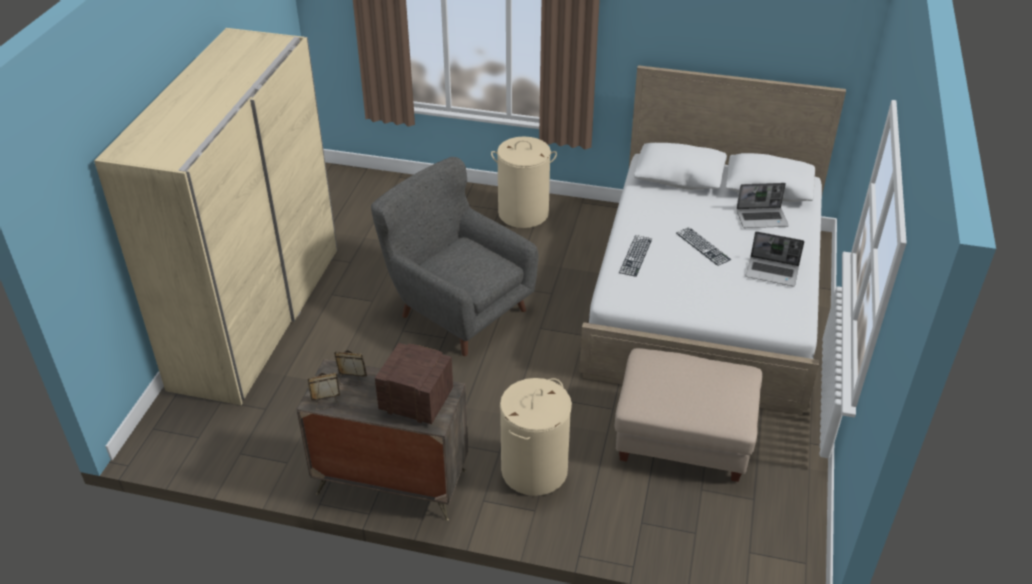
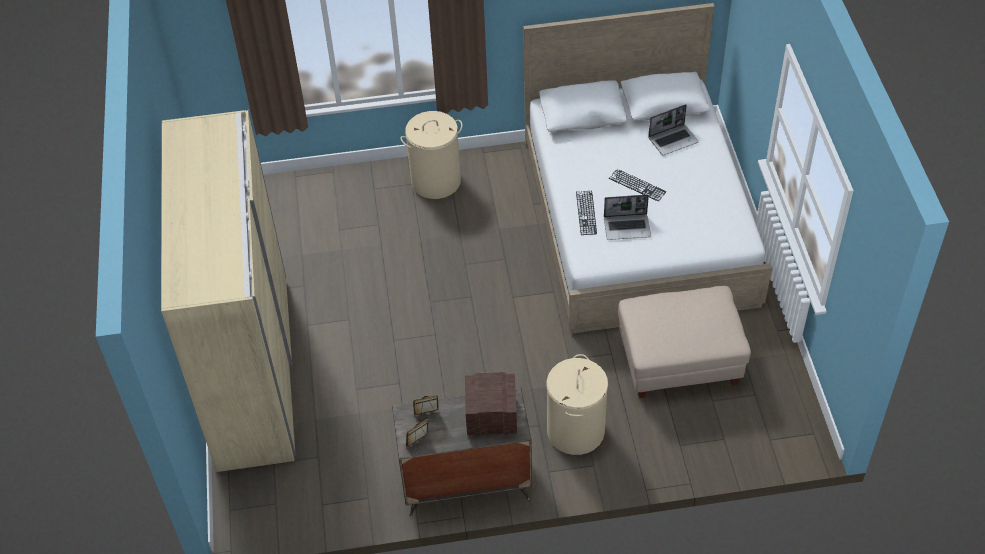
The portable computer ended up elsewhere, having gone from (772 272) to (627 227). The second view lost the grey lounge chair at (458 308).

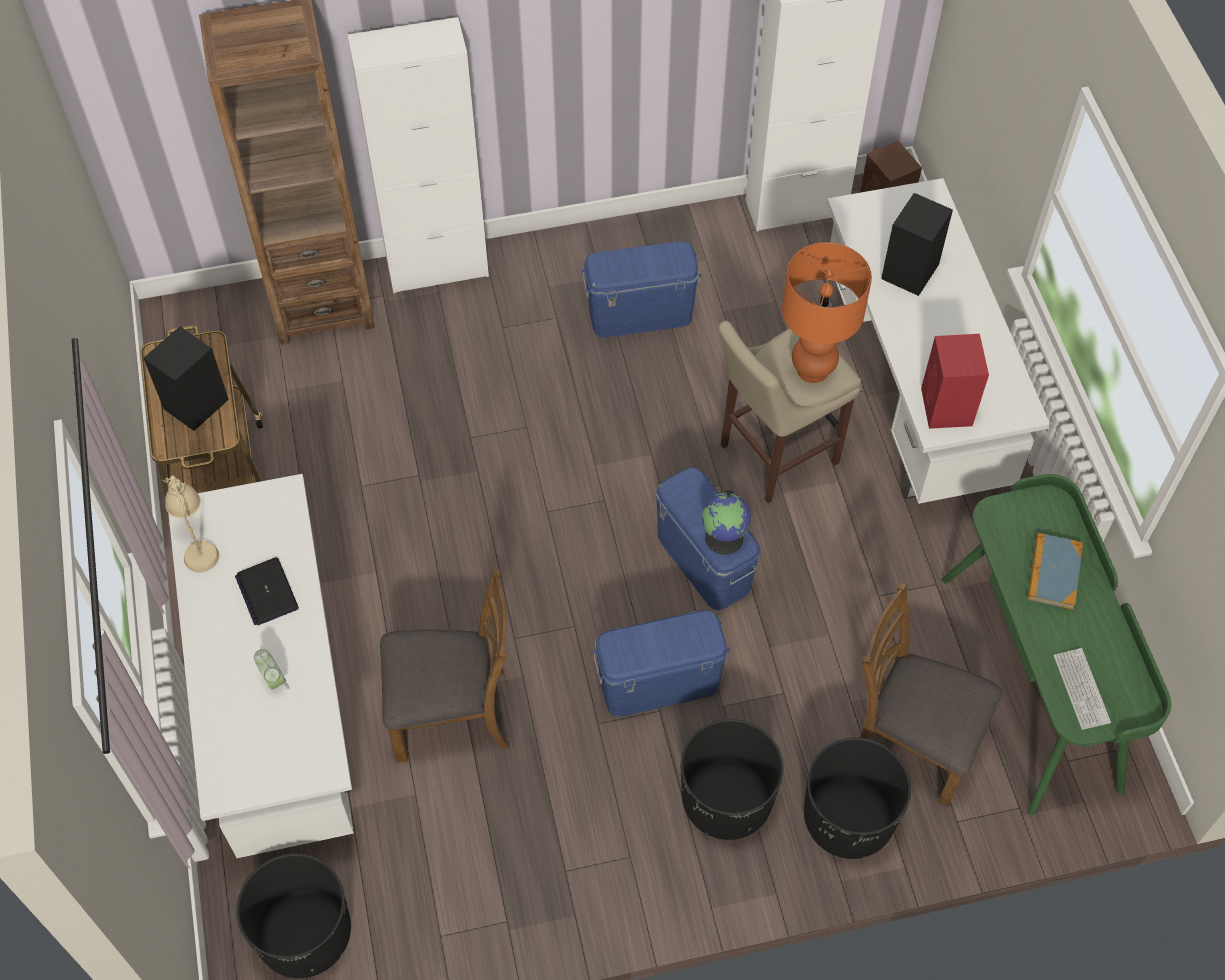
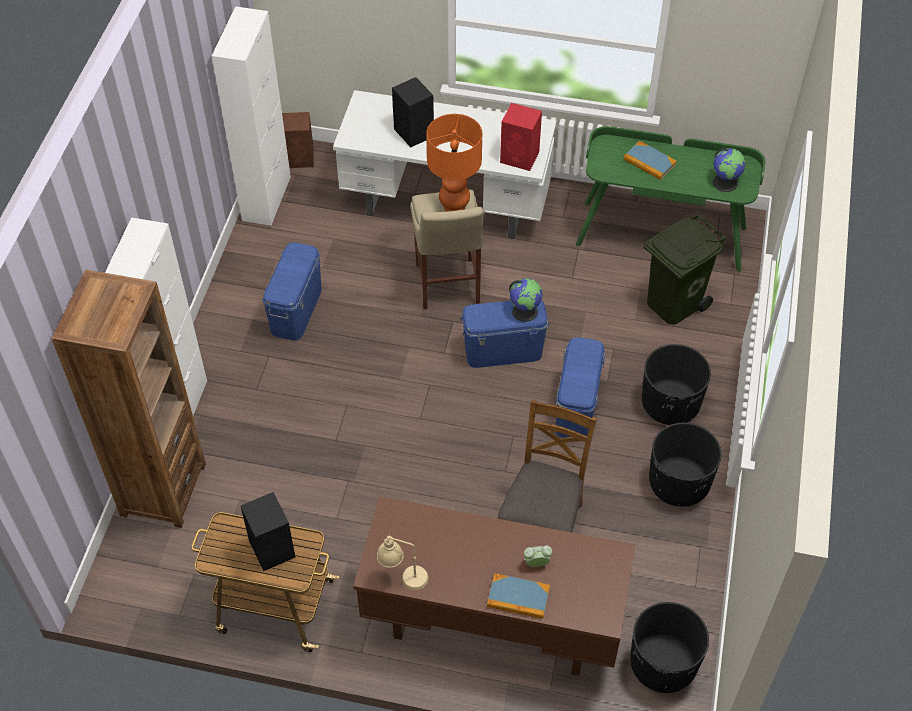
What was the whitish desk at (282 711) turned into the brown-coloured desk at (491 625). The second view gained the volume at (518 597). Where the brown-coloured upright chair stood at (911 741), the greenish trash can came to stand at (673 303). The blackish plant pot ended up elsewhere, having gone from (848 819) to (678 483). Where the keyboard stood at (1081 689), the desk globe came to stand at (725 182). The second view lost the portable computer at (267 592).

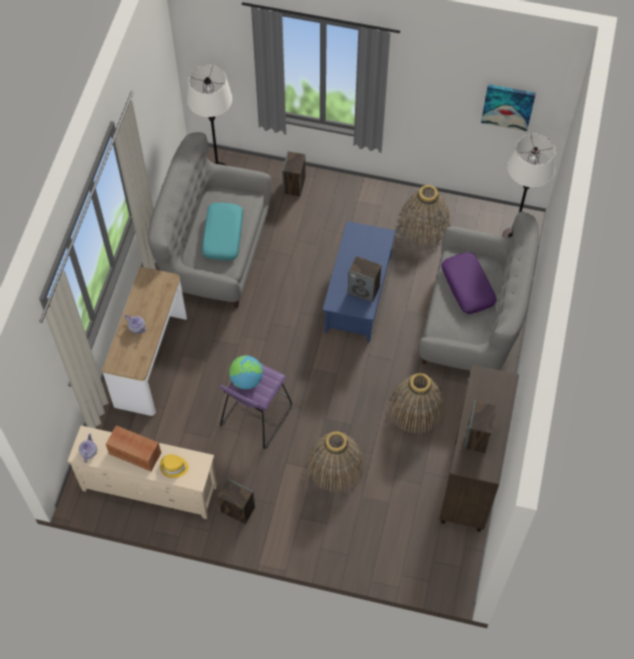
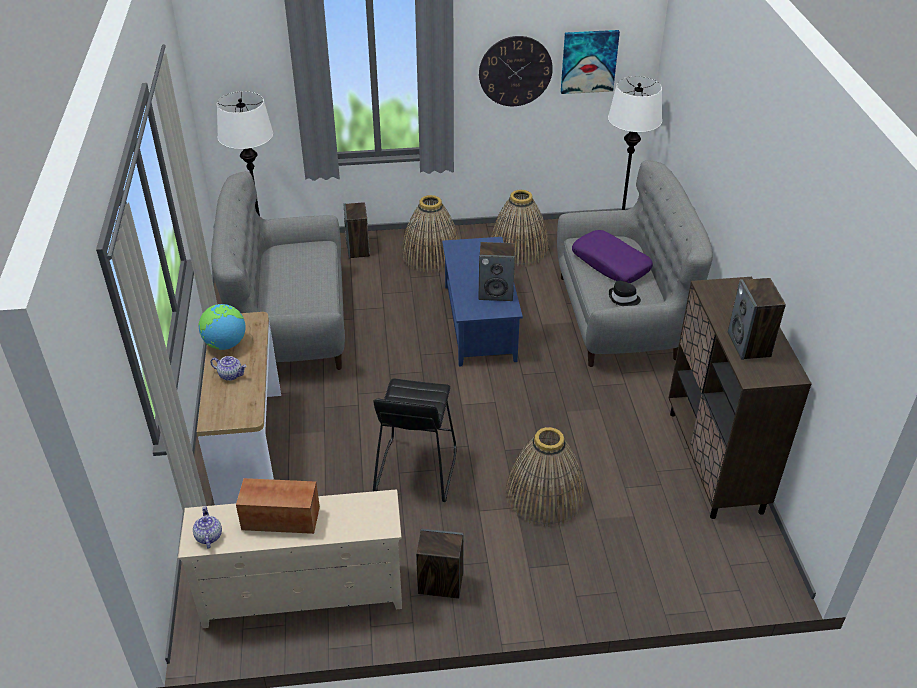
The desk globe ended up elsewhere, having gone from (246 380) to (225 344). What was the purplish sitting stool at (256 416) turned into the blackish sitting stool at (415 470). The basket ended up elsewhere, having gone from (416 408) to (431 255). The second view gained the hanging clock at (515 71). The second view gained the blackish wearable hat at (623 298). The second view lost the yellow-coloured wearable hat at (174 467). The second view lost the blue-green cushion at (222 235).

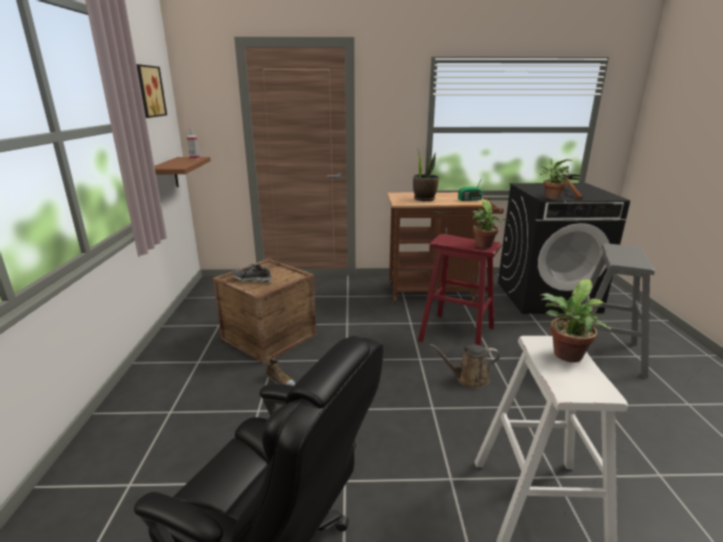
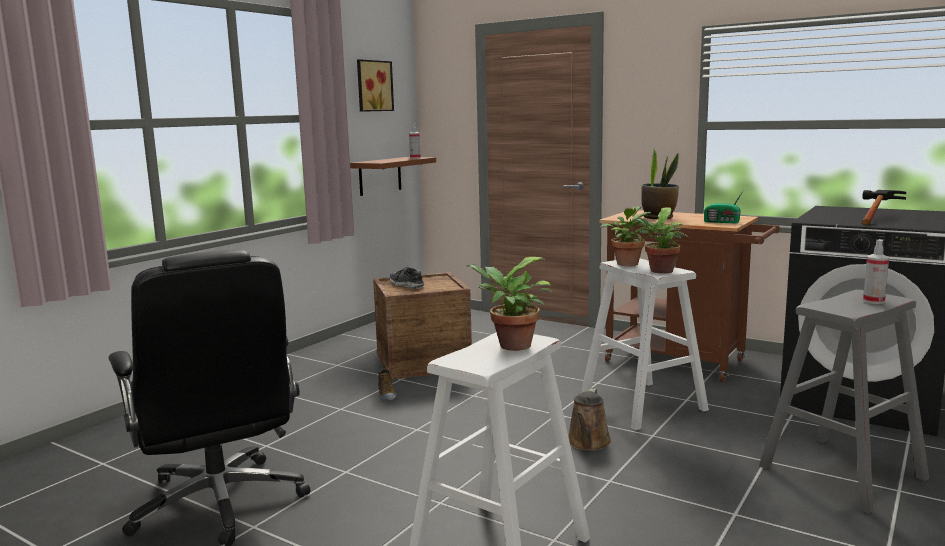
The brown-coloured sprinkling can at (468 378) ended up facing another way, 105 degrees counterclockwise from before. What was the red-coloured sitting stool at (457 334) turned into the whitish sitting stool at (642 404). The plant in a pot ended up elsewhere, having gone from (550 197) to (627 263). The second view gained the spray bottle at (873 301).

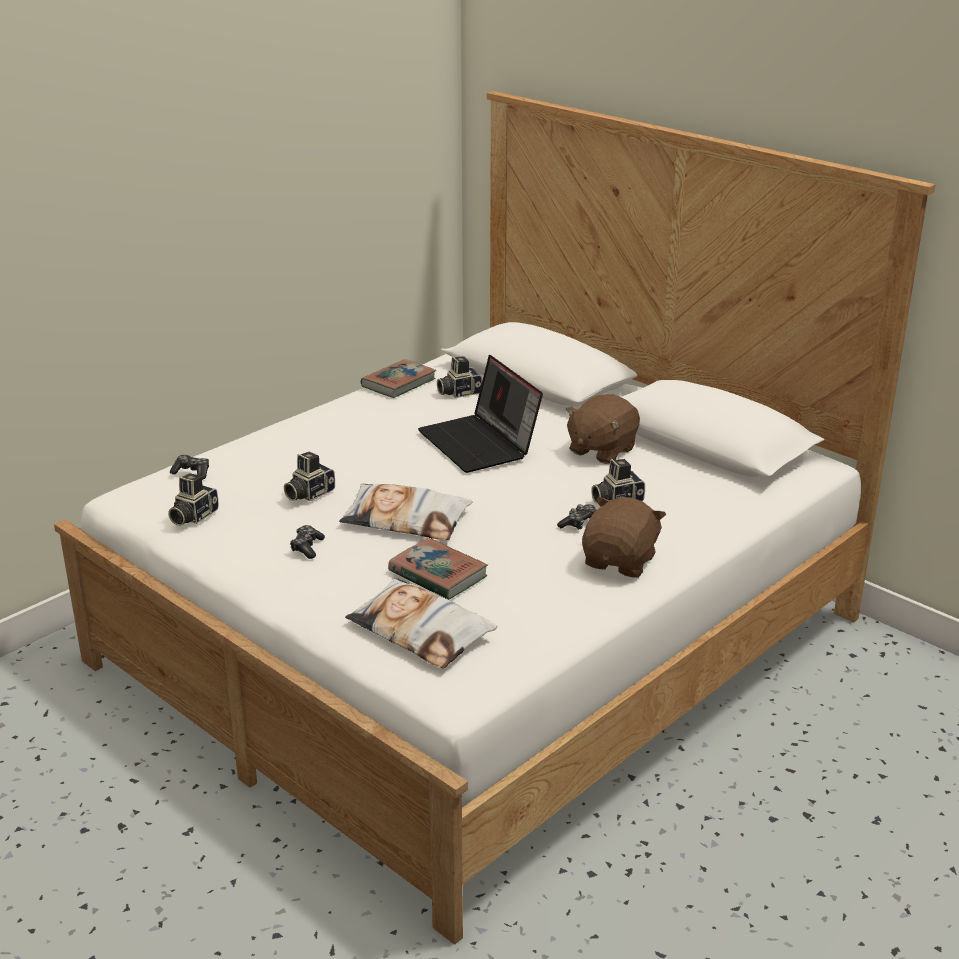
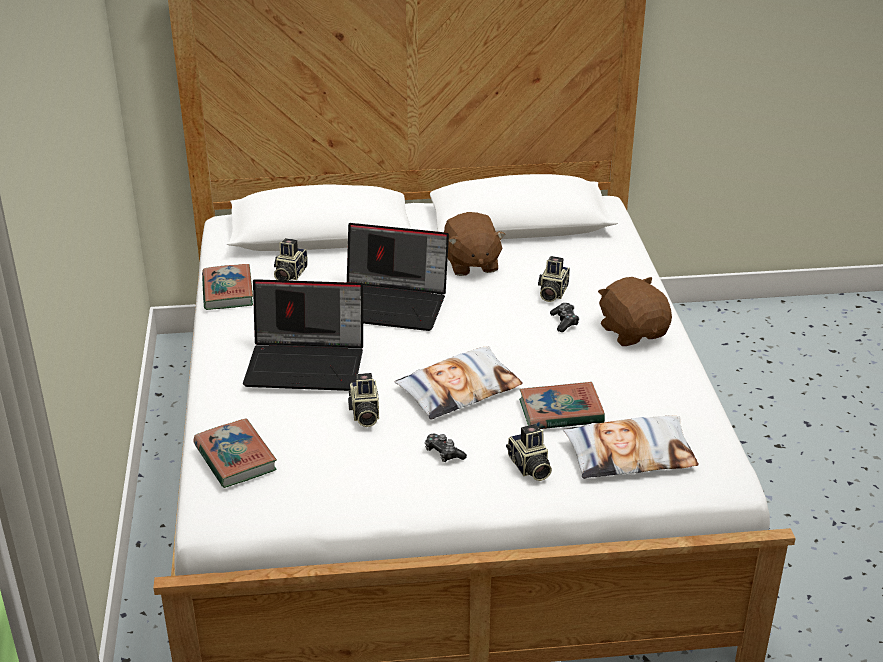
Where the game controller stood at (192 472), the volume came to stand at (235 458). The second view gained the portable computer at (307 363). The photo camera ended up elsewhere, having gone from (192 516) to (529 467).

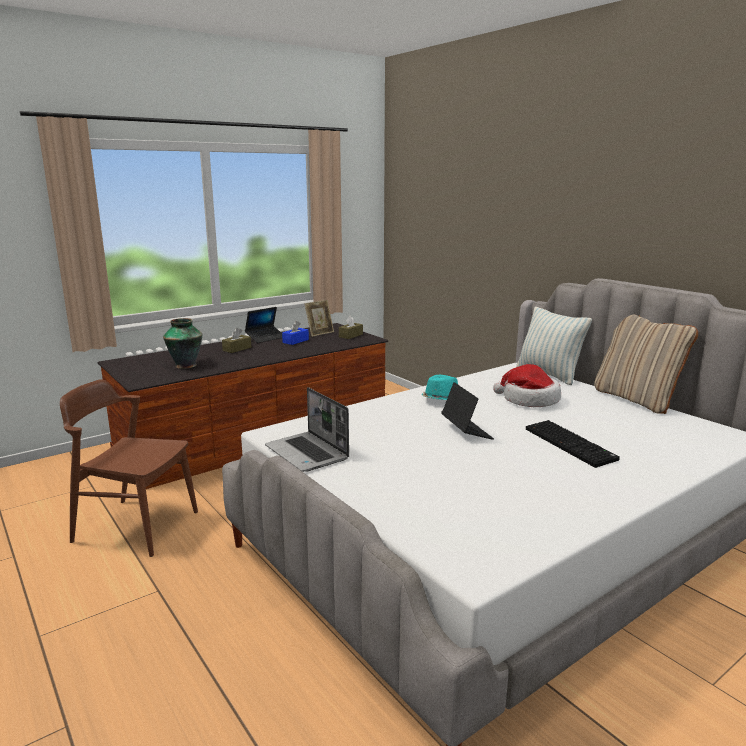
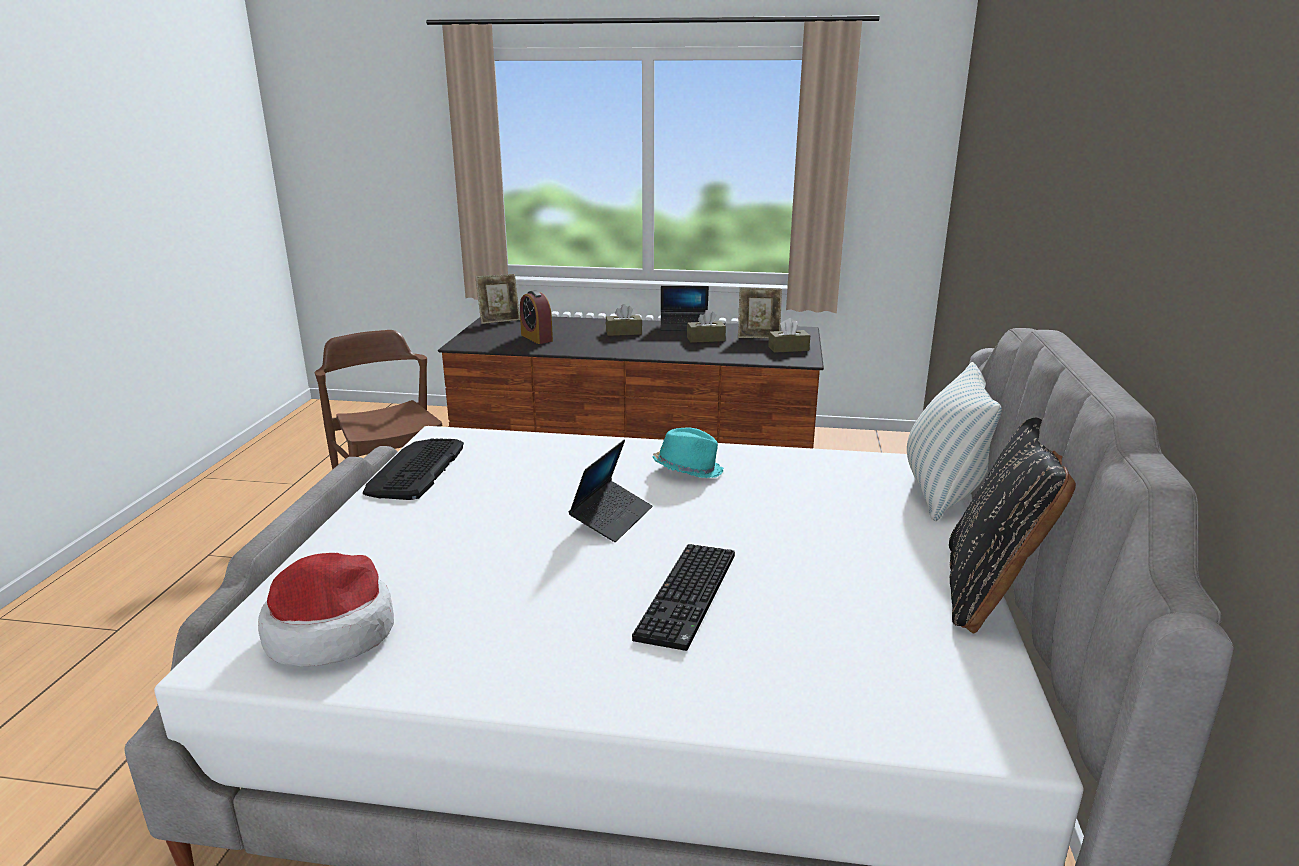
The wearable hat ended up elsewhere, having gone from (529 400) to (331 632). Where the portable computer stood at (308 453), the keyboard came to stand at (415 470). The second view gained the picture frame at (499 320). Where the decorative vase stood at (186 365), the bedside clock came to stand at (536 338). What was the blue box of tissues at (295 341) turned into the brown-coloured box of tissues at (705 339). What was the beige cushion at (637 399) turned into the blackish cushion at (991 590).

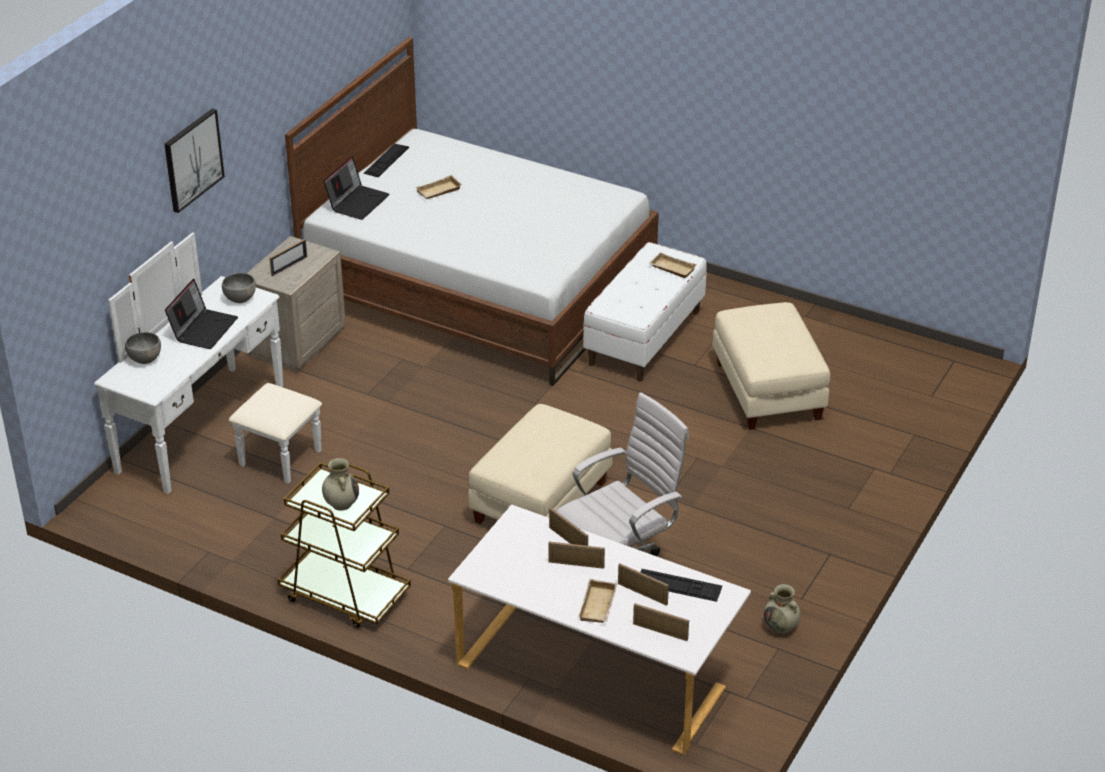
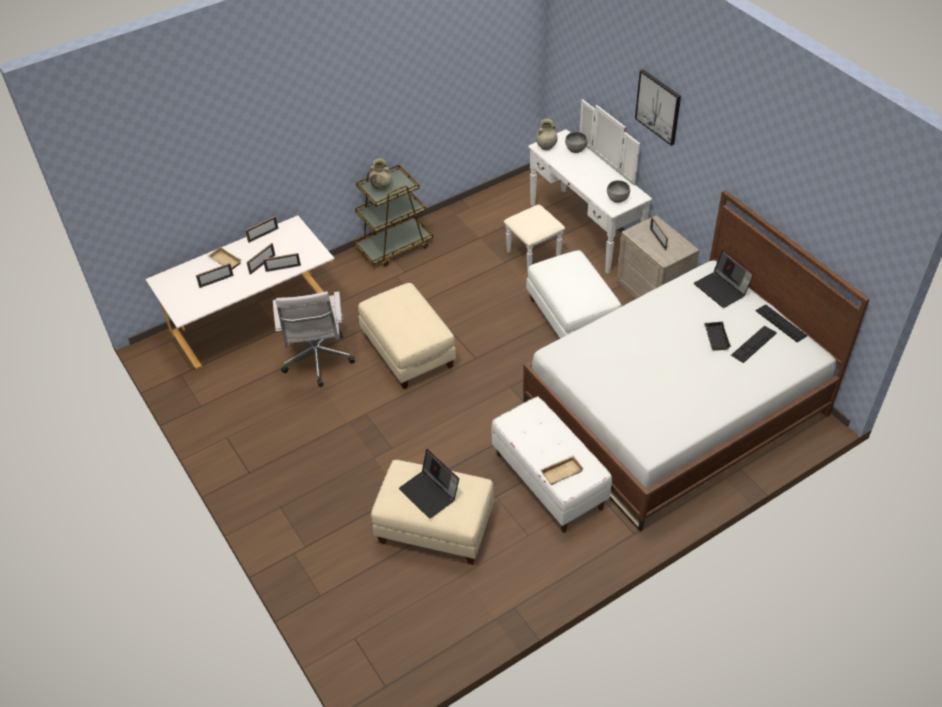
The picture frame ended up elsewhere, having gone from (660 632) to (263 235). The portable computer ended up elsewhere, having gone from (203 328) to (430 493). The second view gained the whitish ottoman at (572 317). The beige decorative vase ended up elsewhere, having gone from (781 627) to (546 147). What was the beige serving tray at (439 191) turned into the blackish serving tray at (715 338). The keyboard ended up elsewhere, having gone from (678 585) to (753 344).

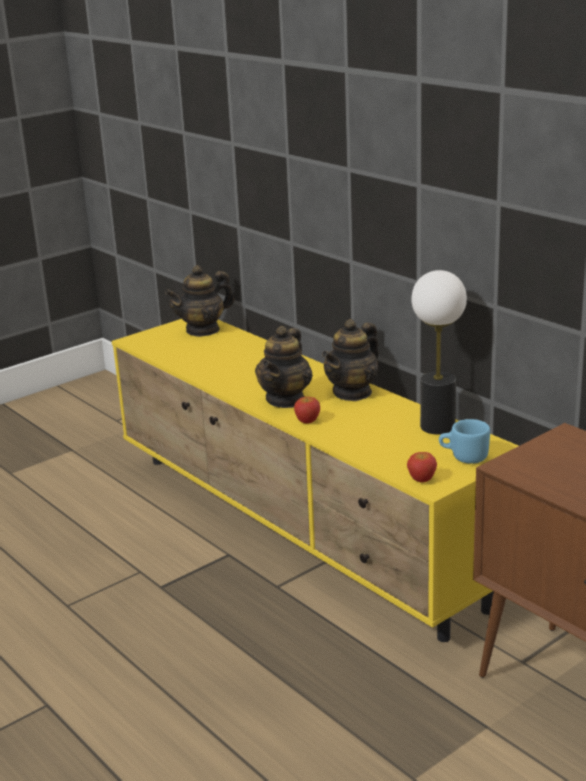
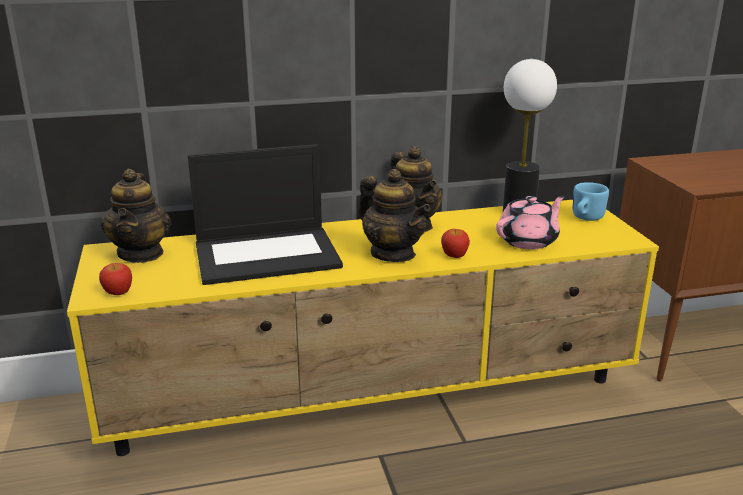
The apple ended up elsewhere, having gone from (422 479) to (118 292). The second view gained the portable computer at (268 254). The second view gained the pinkish pot for tea at (528 241).

